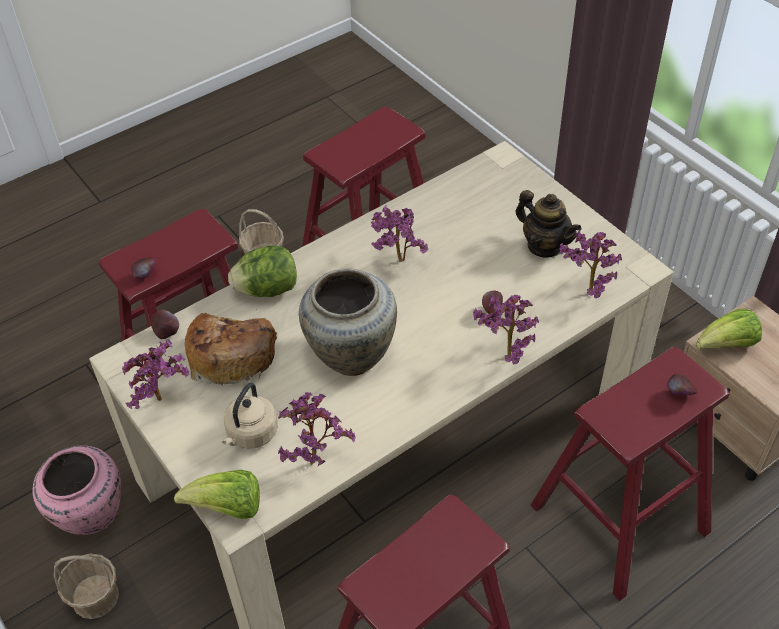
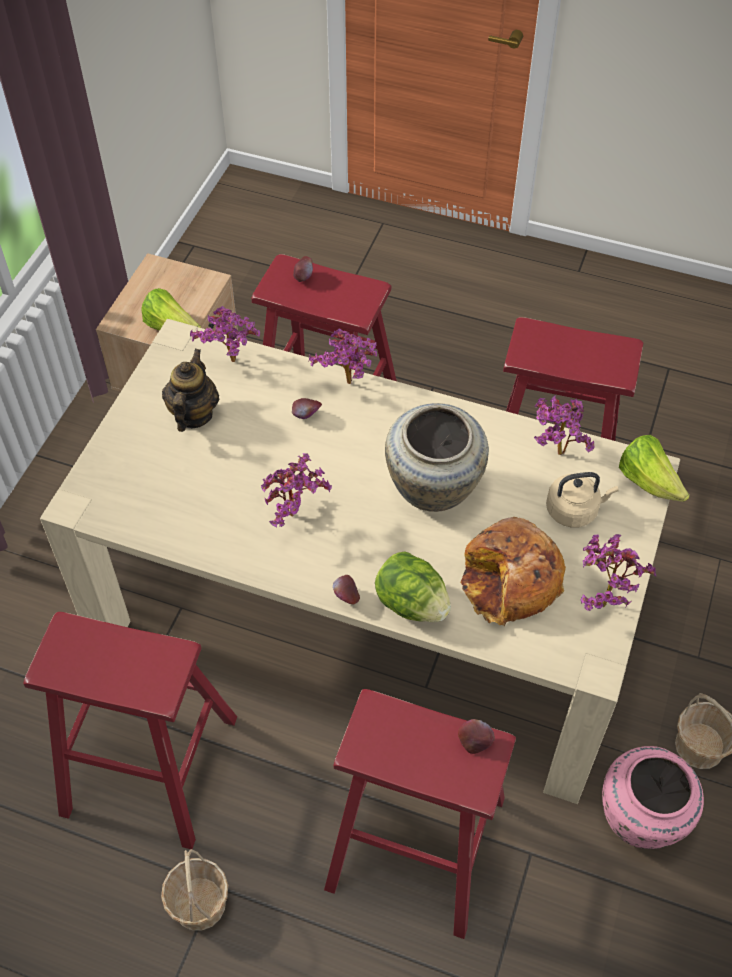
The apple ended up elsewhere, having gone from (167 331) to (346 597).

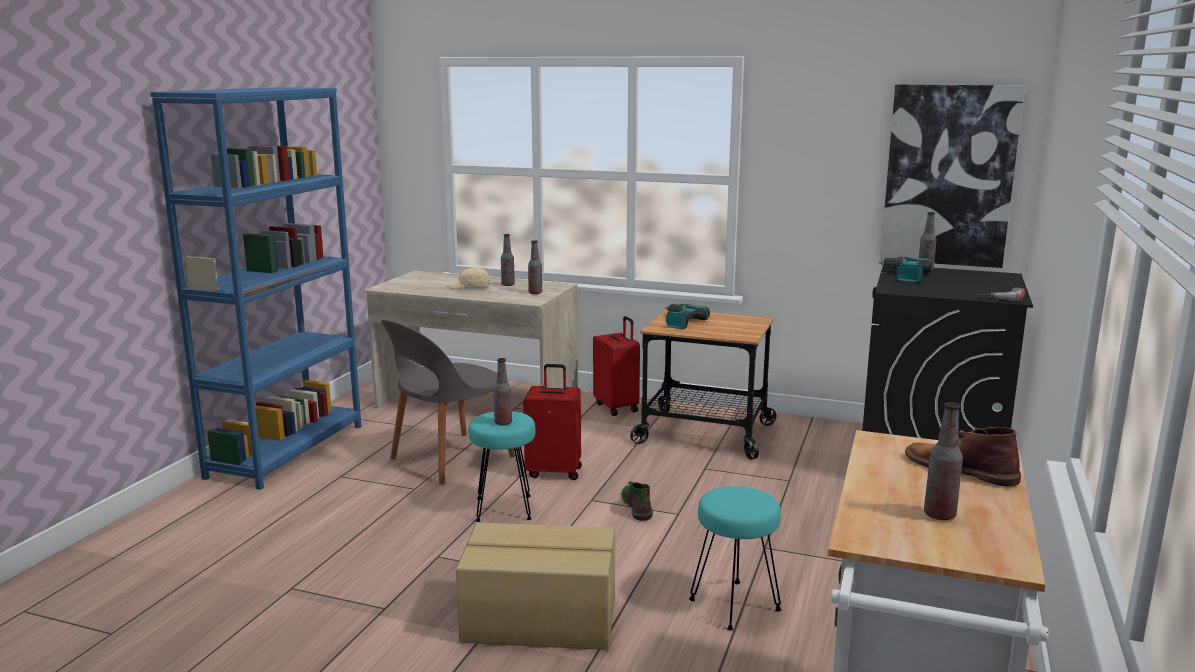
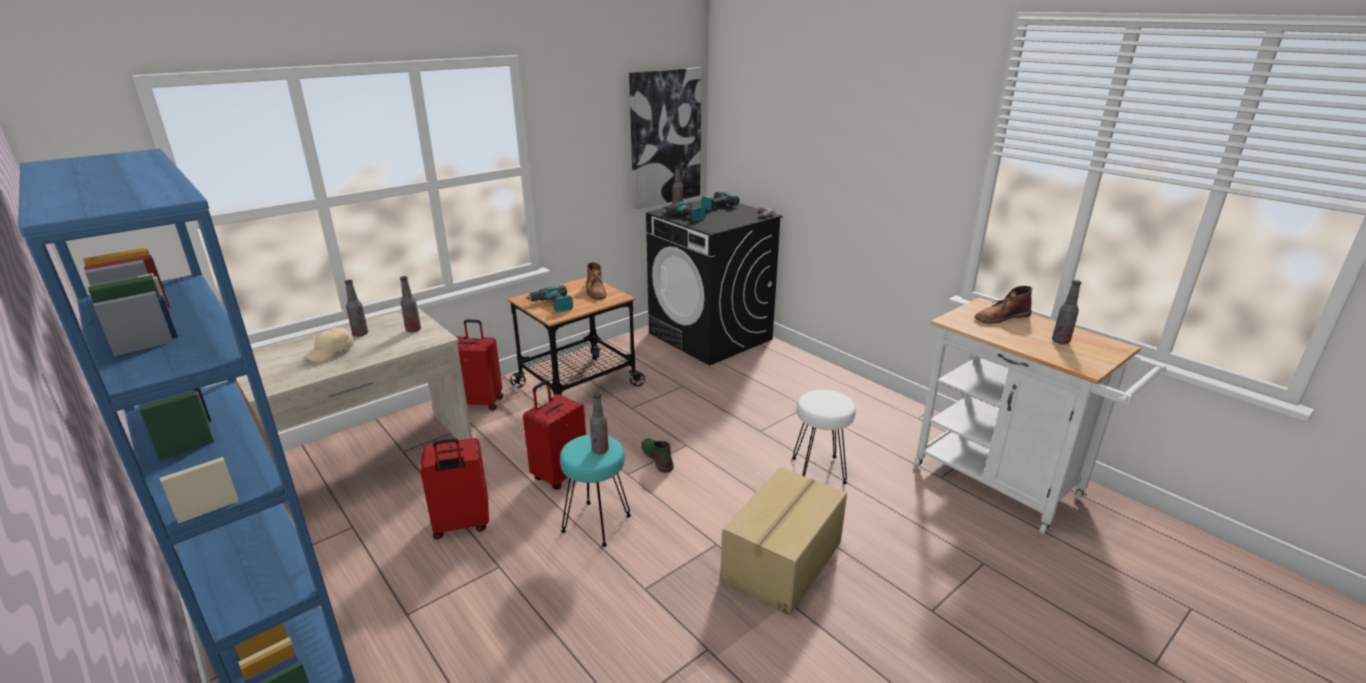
Where the grey upright chair stood at (449 459), the red-coloured piece of luggage came to stand at (462 525). The second view gained the brown-coloured tall boot at (595 291). The greenish tall boot at (637 505) ended up facing another way, 45 degrees clockwise from before. The second view gained the electric drill at (716 205). What was the blue-green sitting stool at (735 606) turned into the whitish sitting stool at (819 470).

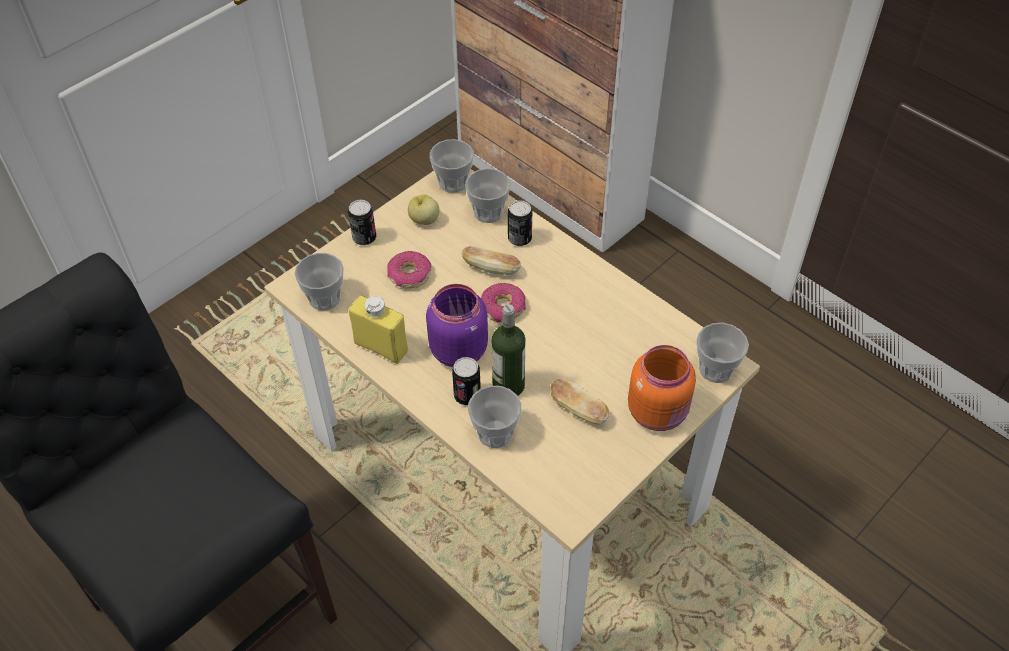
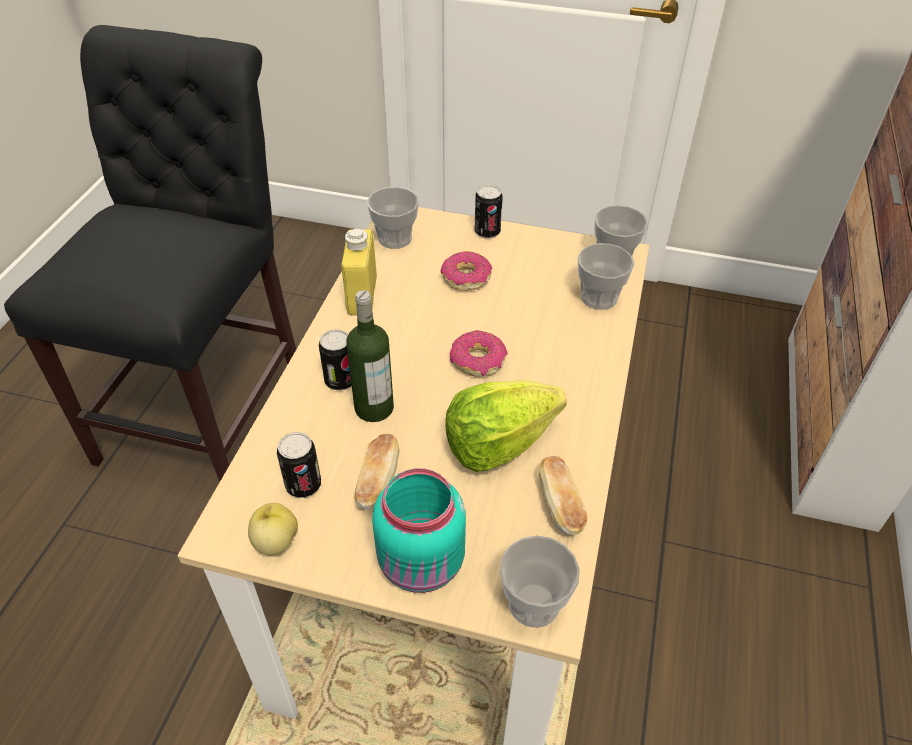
The apple ended up elsewhere, having gone from (424 220) to (275 541). The sealed can ended up elsewhere, having gone from (519 239) to (303 485). What was the orange-coloured storage jar at (659 412) turned into the blue-green storage jar at (422 565). The second view gained the lettuce at (498 444). The bread ended up elsewhere, having gone from (491 268) to (560 505). The second view lost the purplish storage jar at (458 349). The second view lost the small cup at (495 433).

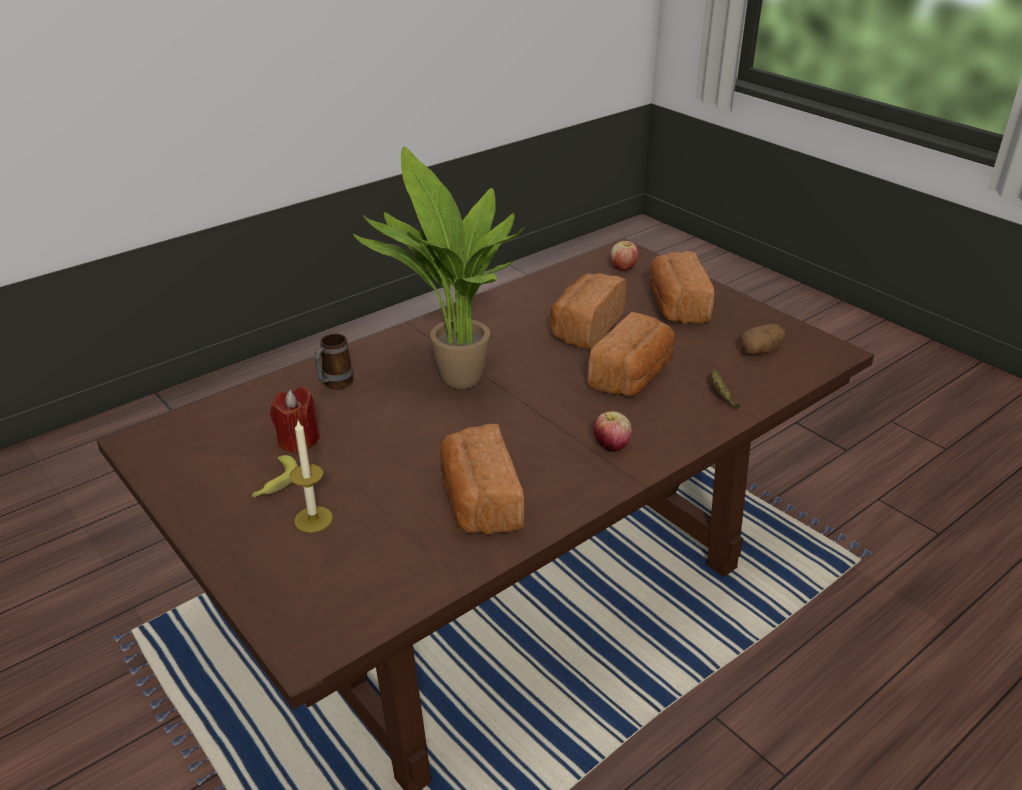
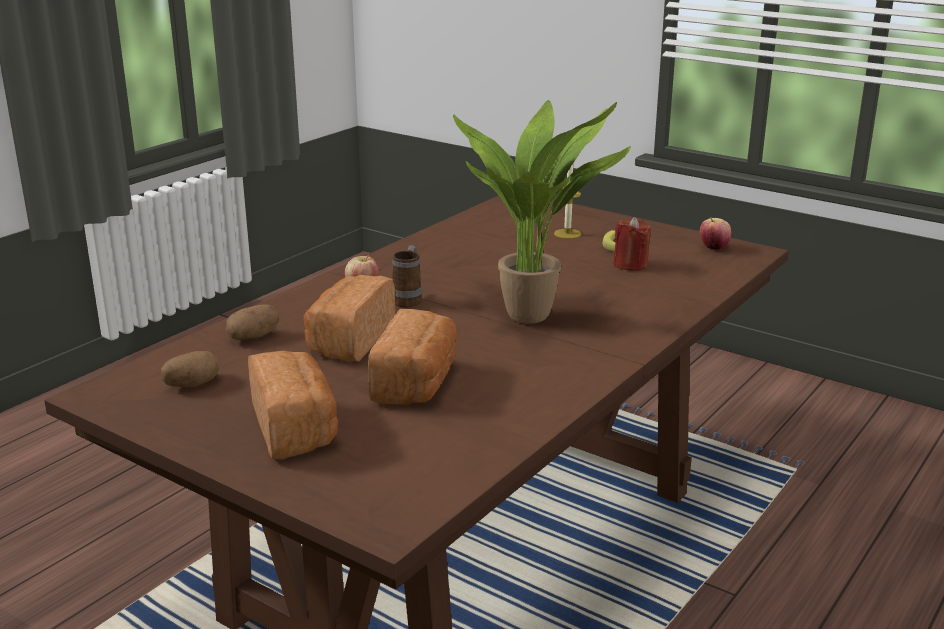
Where the banana fruit stood at (720 394), the potato came to stand at (253 336). The mug ended up elsewhere, having gone from (334 385) to (409 299). The apple ended up elsewhere, having gone from (623 268) to (714 248). The second view lost the bread at (479 502).

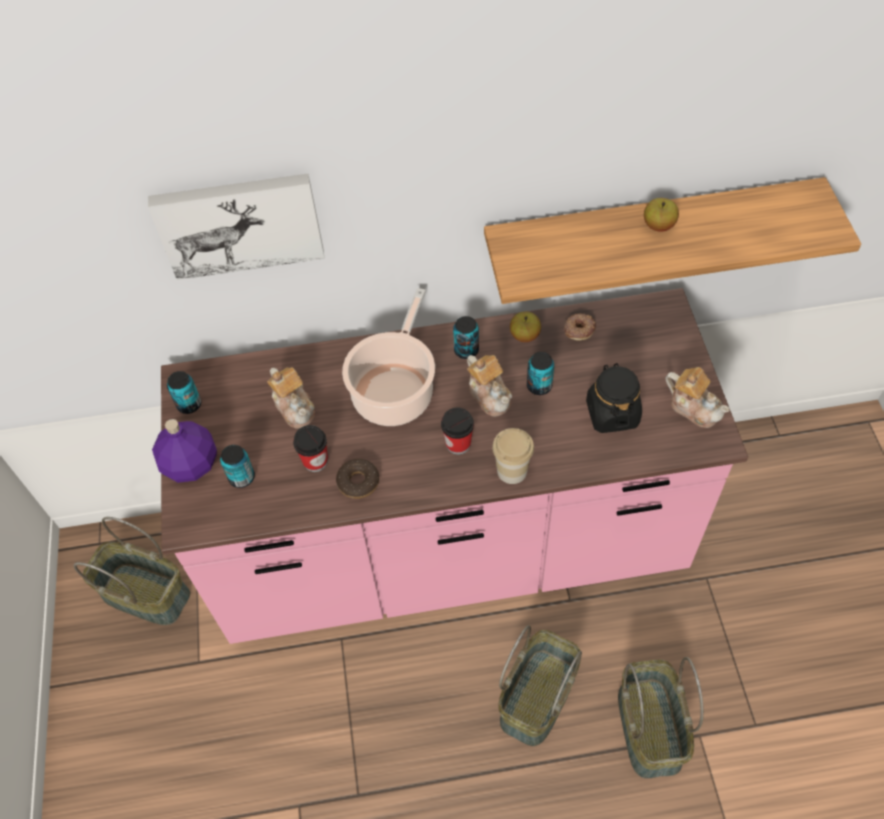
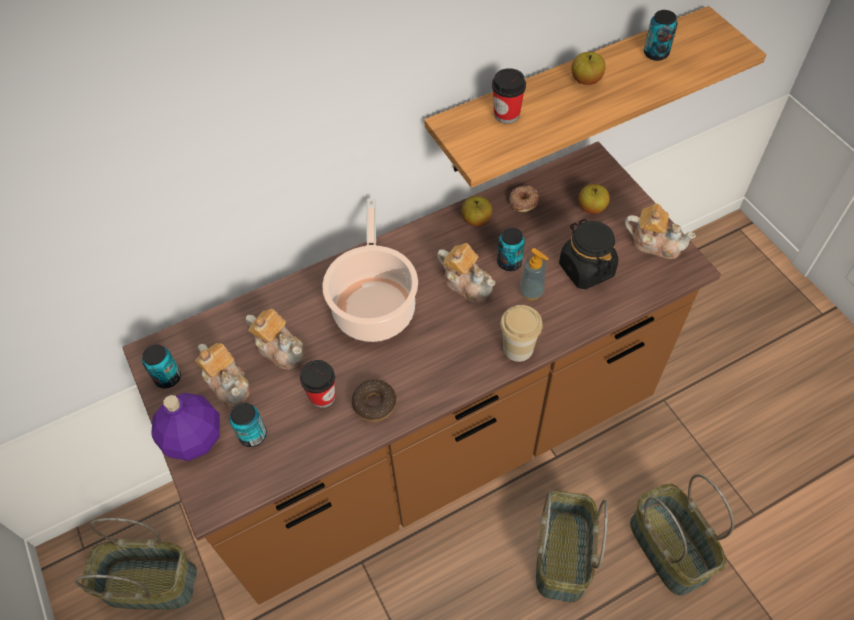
What was the pinkish kitchen base unit at (451 550) turned into the brown-coloured kitchen base unit at (433 445). The second view gained the pot for tea at (228 383). The small cup ended up elsewhere, having gone from (458 444) to (506 114). The second view gained the soap bottle at (531 292). The second view gained the apple at (591 208). The sealed can ended up elsewhere, having gone from (466 350) to (656 53). The second view lost the wall picture at (239 223).

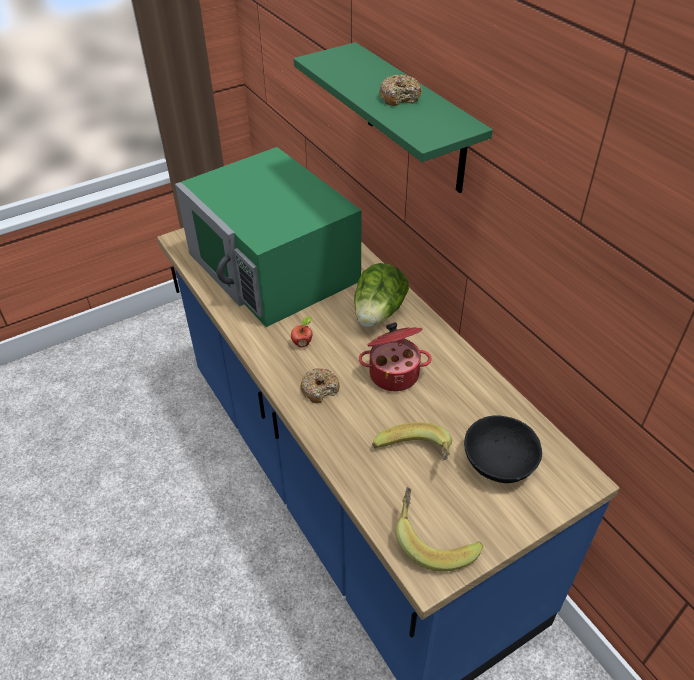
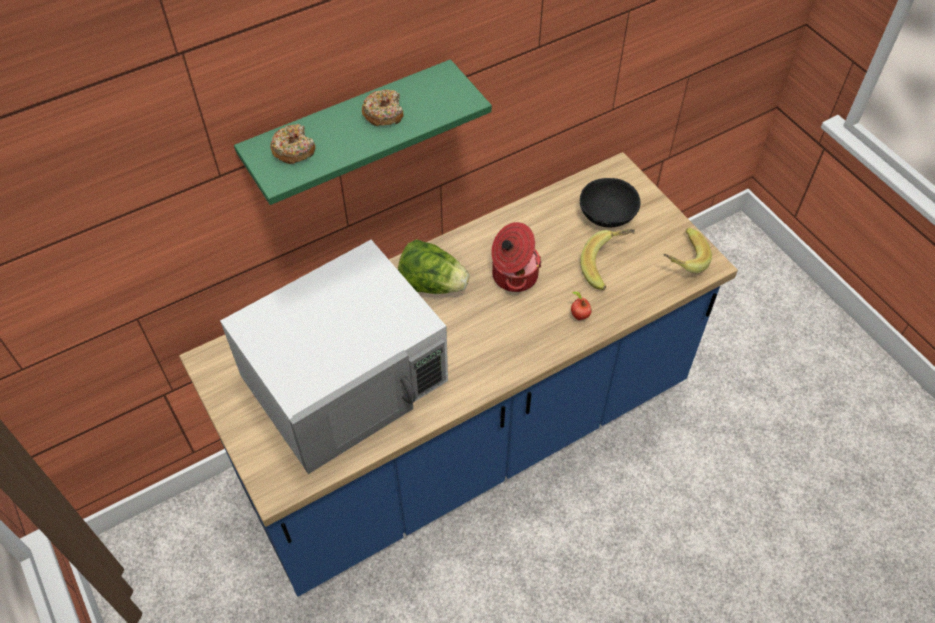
What was the greenish microwave at (274 267) turned into the whitish microwave at (346 379). The donut ended up elsewhere, having gone from (320 389) to (293 150). The apple ended up elsewhere, having gone from (302 343) to (578 316).

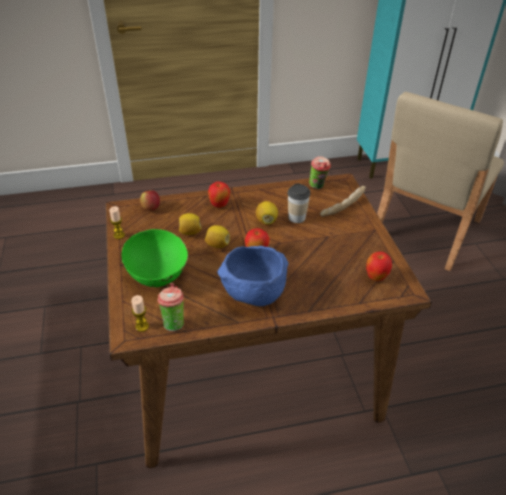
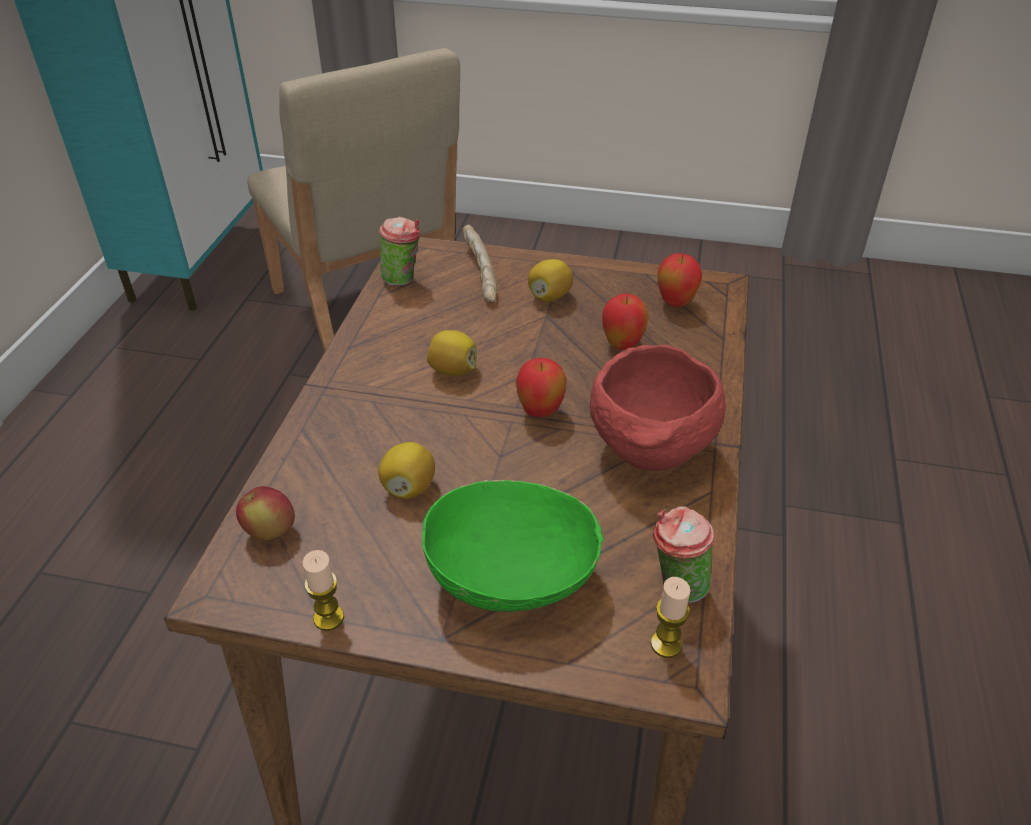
The lemon ended up elsewhere, having gone from (217 244) to (549 296). What was the blue serving bowl at (253 295) turned into the red-coloured serving bowl at (651 451). The apple ended up elsewhere, having gone from (219 205) to (622 345). The second view lost the small cup at (296 218).

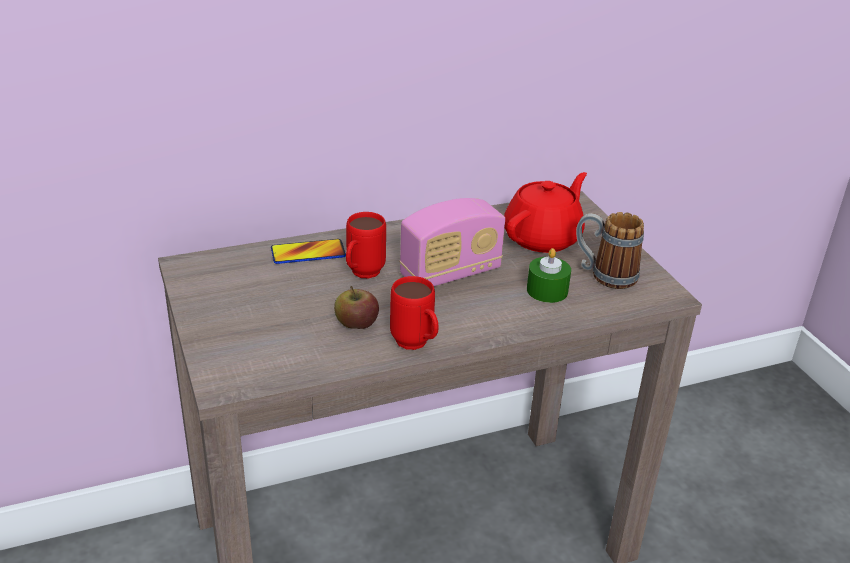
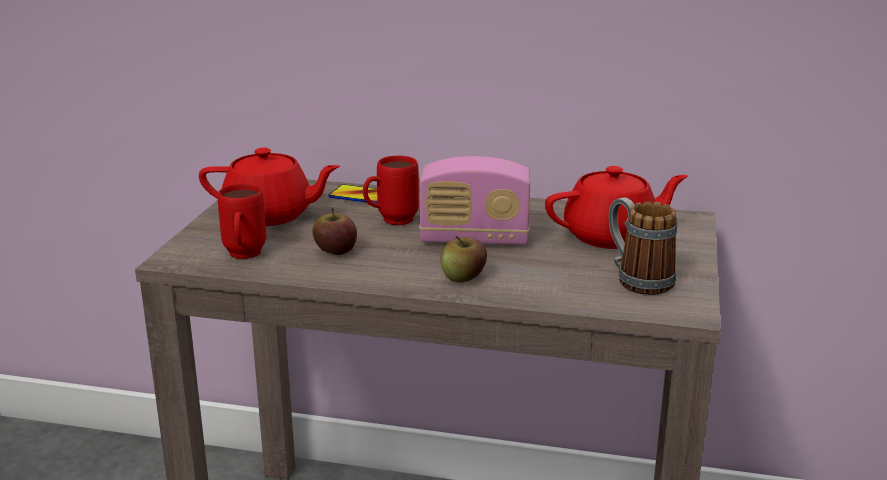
The second view gained the red-coloured pot for tea at (270 215). The red-coloured mug ended up elsewhere, having gone from (416 346) to (244 257). The second view gained the apple at (463 277). The second view lost the greenish candle at (547 290).

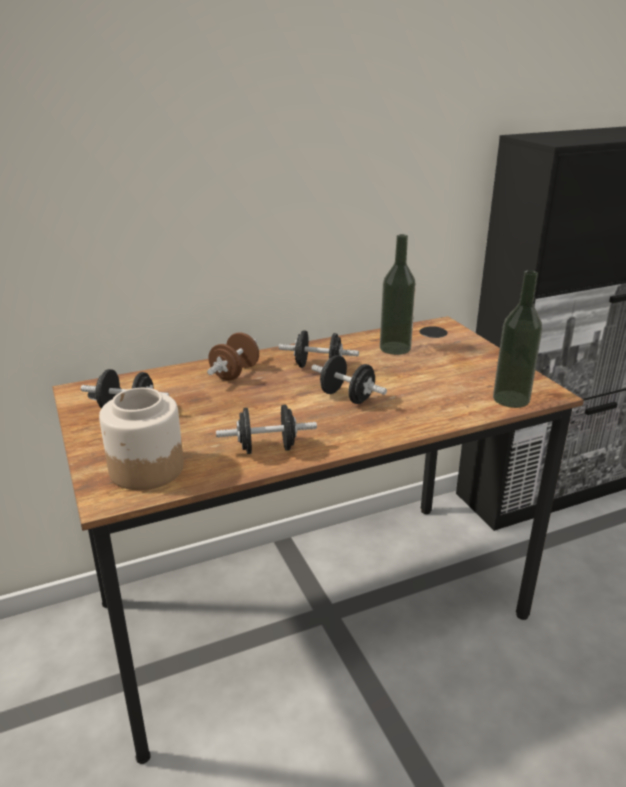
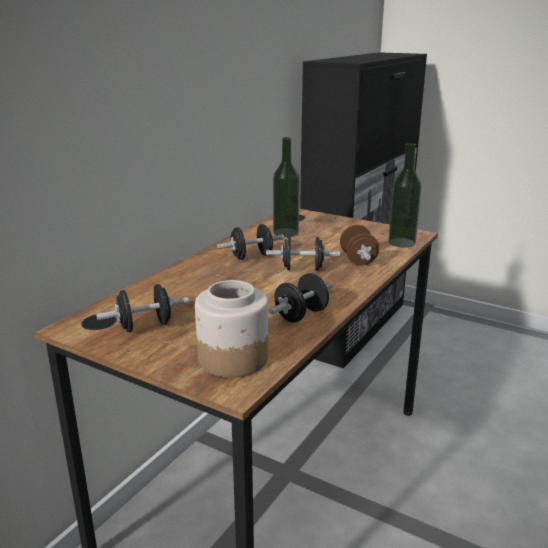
The brown-coloured hand weight ended up elsewhere, having gone from (235 373) to (358 260).

